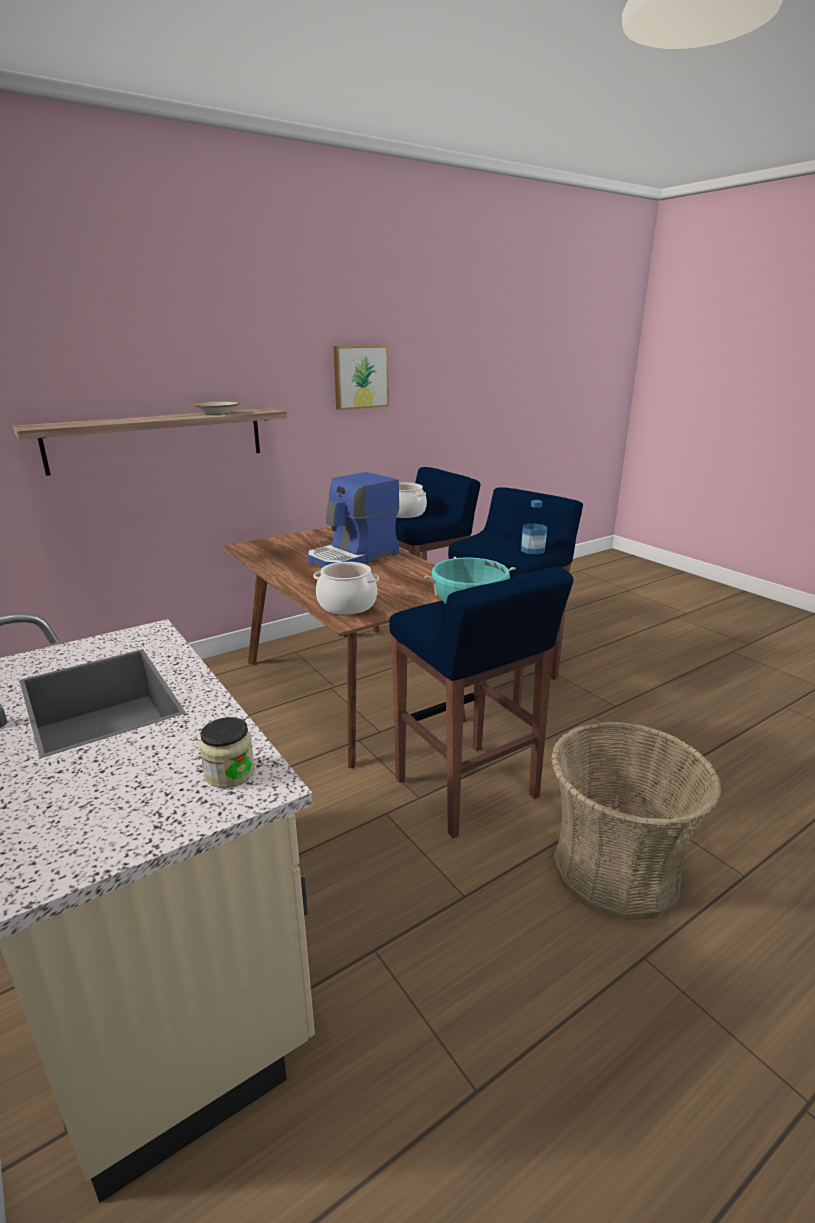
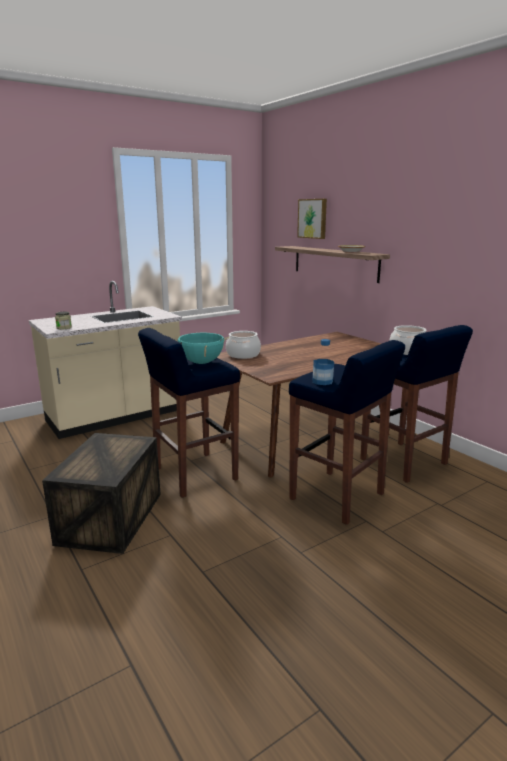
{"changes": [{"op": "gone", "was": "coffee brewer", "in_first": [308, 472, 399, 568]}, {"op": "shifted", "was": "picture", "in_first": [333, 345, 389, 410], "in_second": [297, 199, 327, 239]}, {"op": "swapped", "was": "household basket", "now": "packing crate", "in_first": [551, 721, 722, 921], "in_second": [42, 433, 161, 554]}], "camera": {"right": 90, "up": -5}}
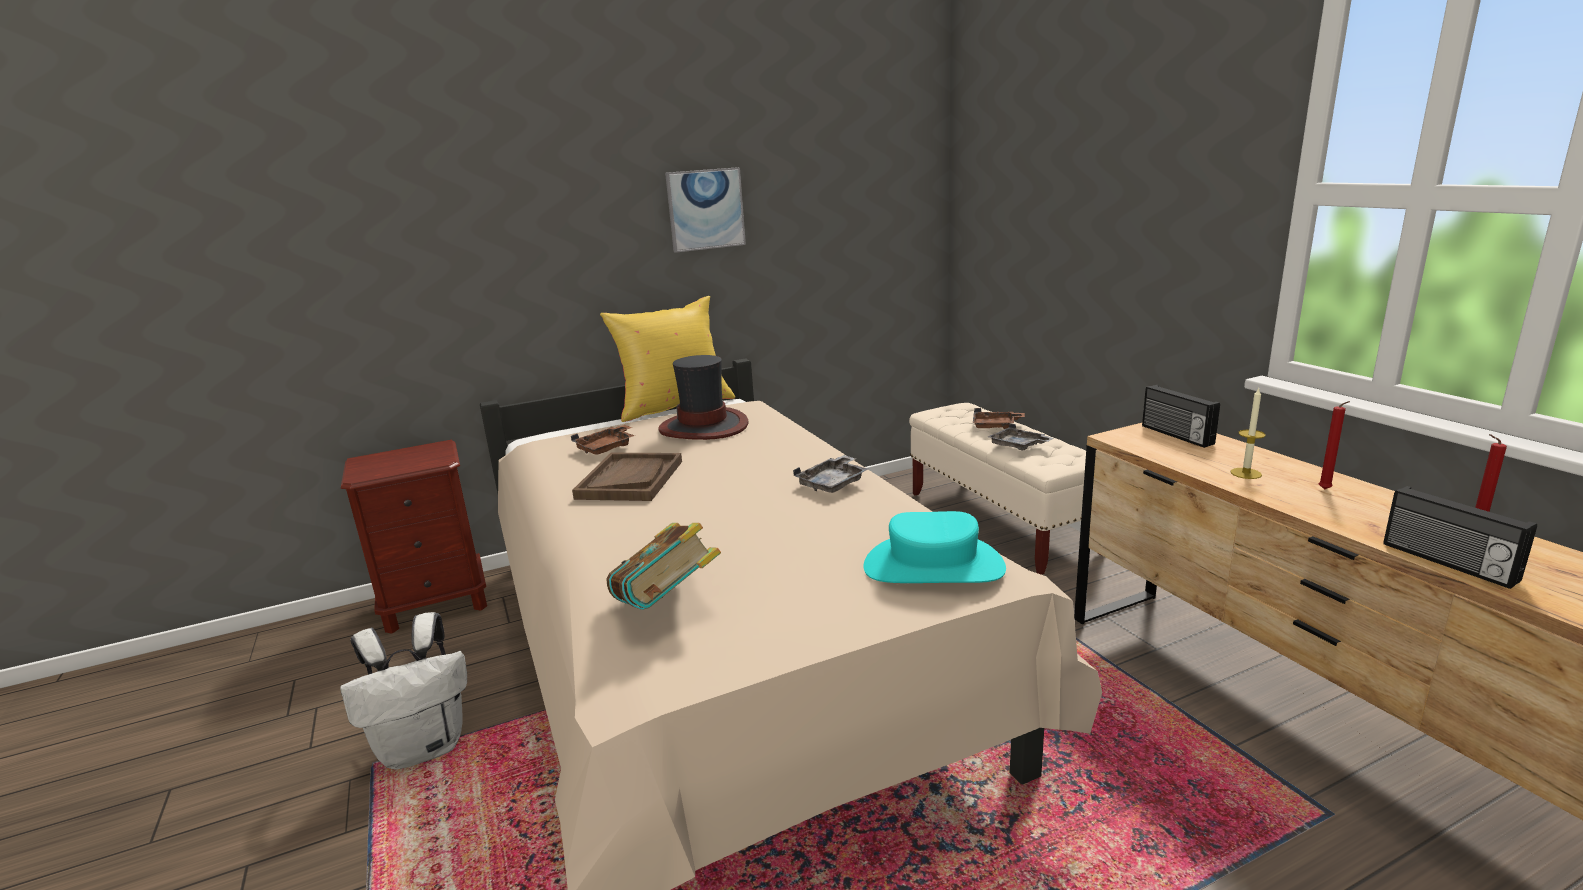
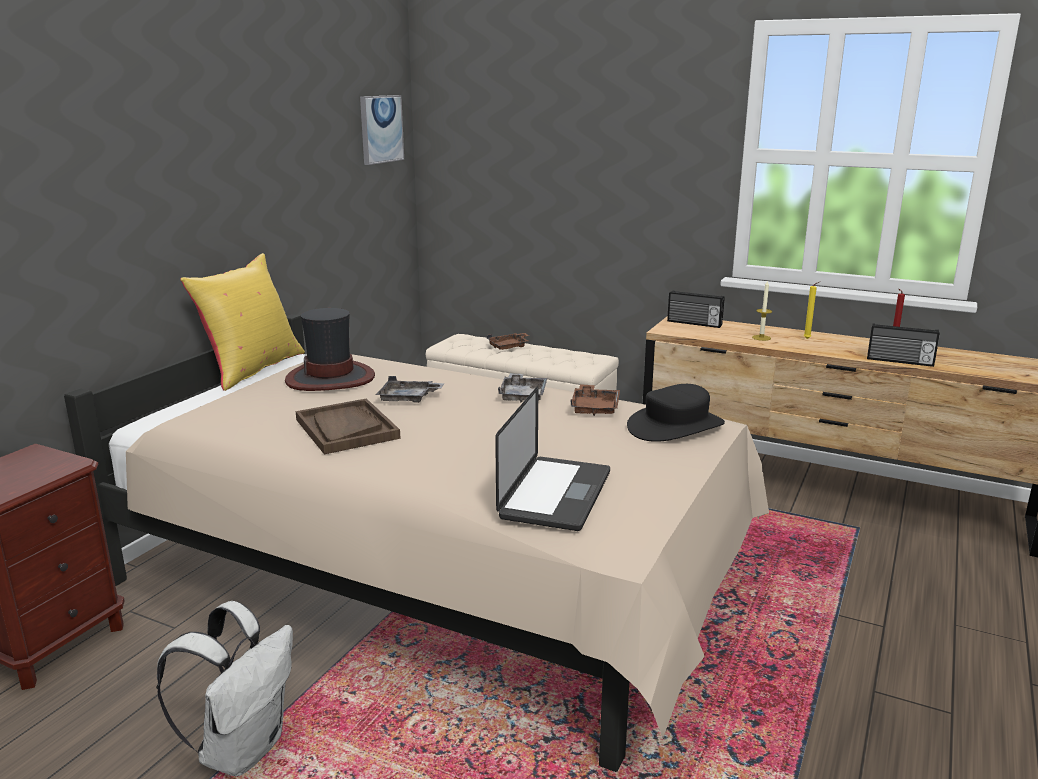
{"changes": [{"op": "shifted", "was": "serving tray (brown)", "in_first": [571, 425, 635, 455], "in_second": [570, 384, 620, 416]}, {"op": "shifted", "was": "picture", "in_first": [665, 167, 746, 253], "in_second": [360, 95, 404, 165]}, {"op": "shifted", "was": "serving tray (grey)", "in_first": [988, 424, 1054, 451], "in_second": [376, 376, 444, 403]}, {"op": "swapped", "was": "bound book", "now": "laptop", "in_first": [606, 523, 721, 610], "in_second": [495, 386, 610, 531]}, {"op": "repainted", "was": "clothing hat (turquoise-coloured)", "now": "clothing hat (black)", "in_first": [863, 511, 1006, 583], "in_second": [627, 384, 725, 442]}, {"op": "repainted", "was": "wax candle (red)", "now": "wax candle (yellow)", "in_first": [1319, 401, 1350, 490], "in_second": [804, 282, 819, 339]}], "camera": {"right": -40, "up": 0}}
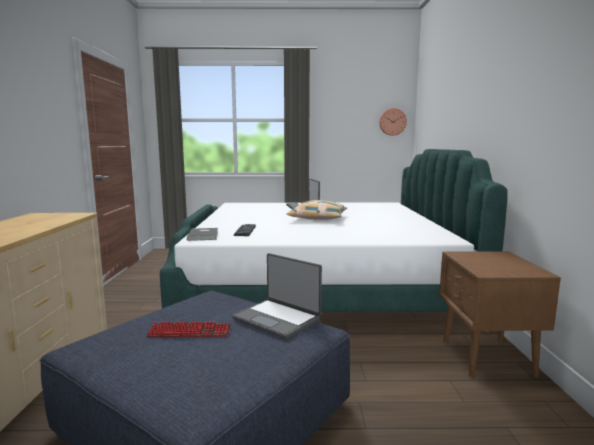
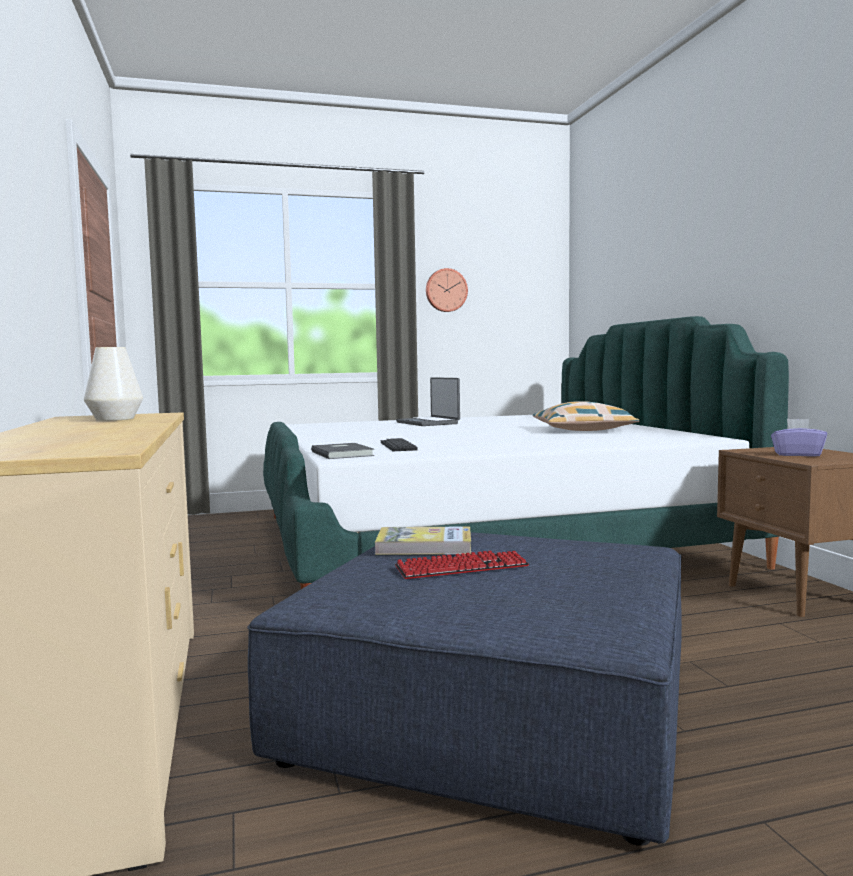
{"changes": [{"op": "gone", "was": "laptop", "in_first": [232, 253, 322, 340]}, {"op": "new", "now": "flower vase (white)", "in_second": [84, 347, 143, 421]}, {"op": "new", "now": "bound book", "in_second": [375, 526, 471, 555]}, {"op": "new", "now": "tissue box (purplish)", "in_second": [771, 419, 827, 457]}, {"op": "shifted", "was": "pillow", "in_first": [286, 200, 347, 220], "in_second": [533, 401, 639, 431]}, {"op": "shifted", "was": "clock on the wall", "in_first": [380, 108, 407, 136], "in_second": [426, 268, 468, 312]}], "camera": {"right": -15, "up": -5}}
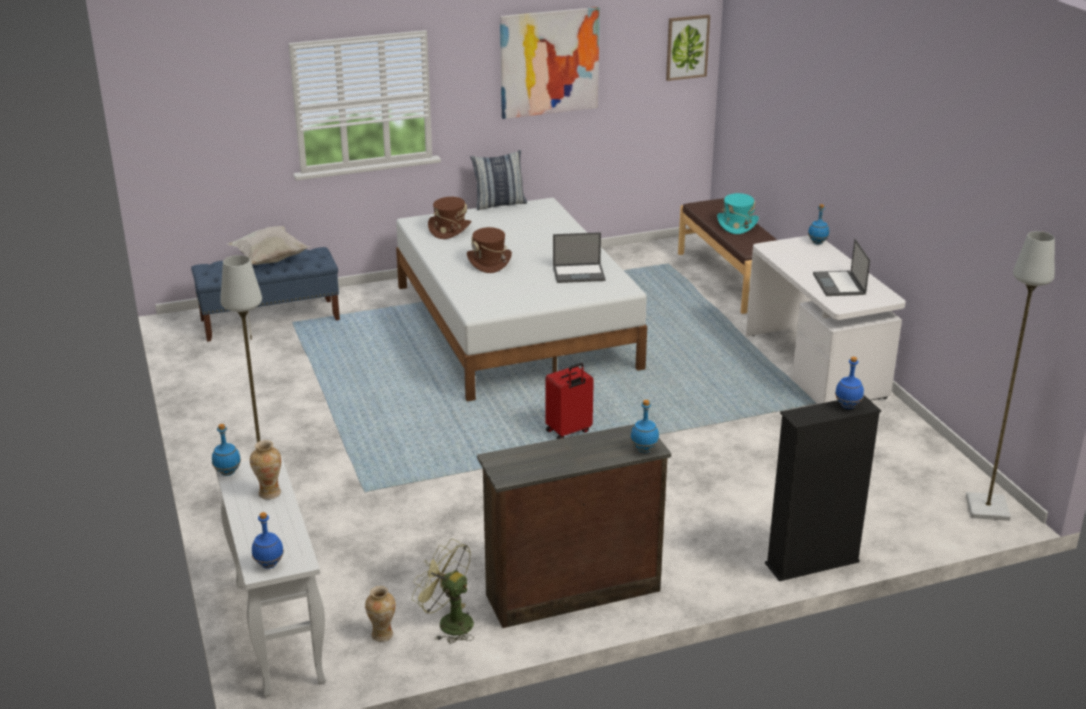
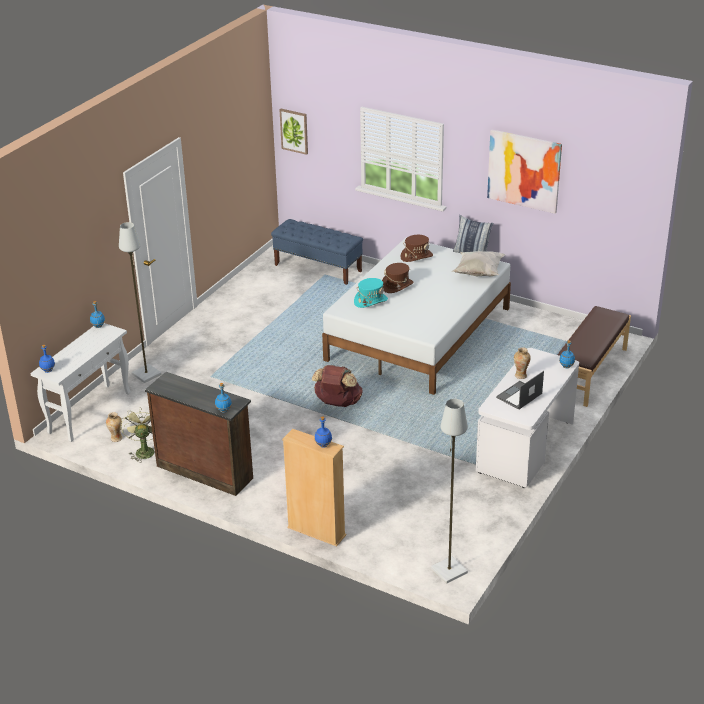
{"changes": [{"op": "gone", "was": "laptop", "in_first": [553, 232, 605, 283]}, {"op": "shifted", "was": "pillow (white)", "in_first": [227, 226, 311, 265], "in_second": [451, 251, 506, 277]}, {"op": "shifted", "was": "flower vase", "in_first": [250, 440, 281, 499], "in_second": [514, 347, 531, 379]}, {"op": "shifted", "was": "picture", "in_first": [666, 15, 710, 81], "in_second": [279, 109, 308, 155]}, {"op": "shifted", "was": "clothing hat (turquoise-coloured)", "in_first": [717, 193, 759, 234], "in_second": [354, 278, 388, 308]}, {"op": "swapped", "was": "travel case (red)", "now": "backpack (brown)", "in_first": [546, 363, 594, 439], "in_second": [312, 365, 363, 407]}, {"op": "repainted", "was": "bookshelf (black)", "now": "bookshelf (sand-coloured)", "in_first": [765, 395, 881, 581], "in_second": [282, 429, 346, 546]}], "camera": {"right": 50, "up": 5}}
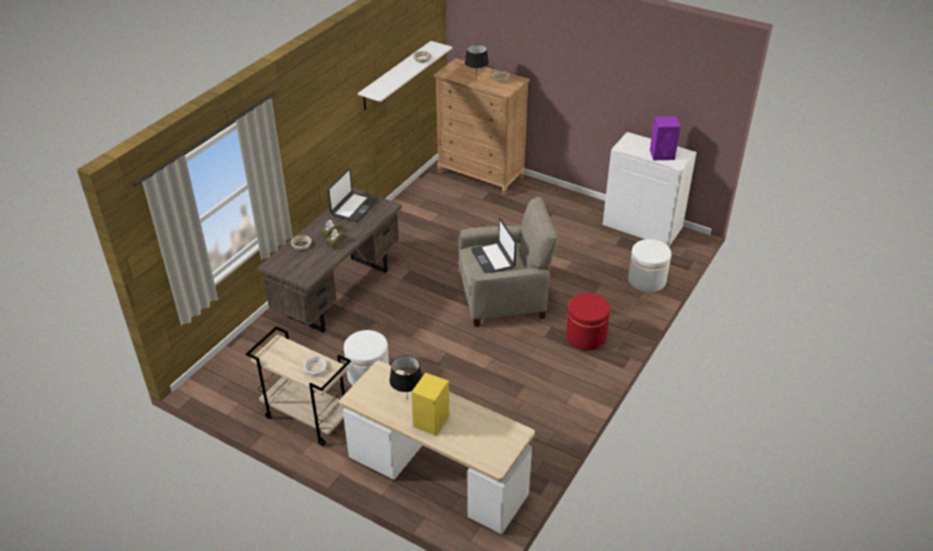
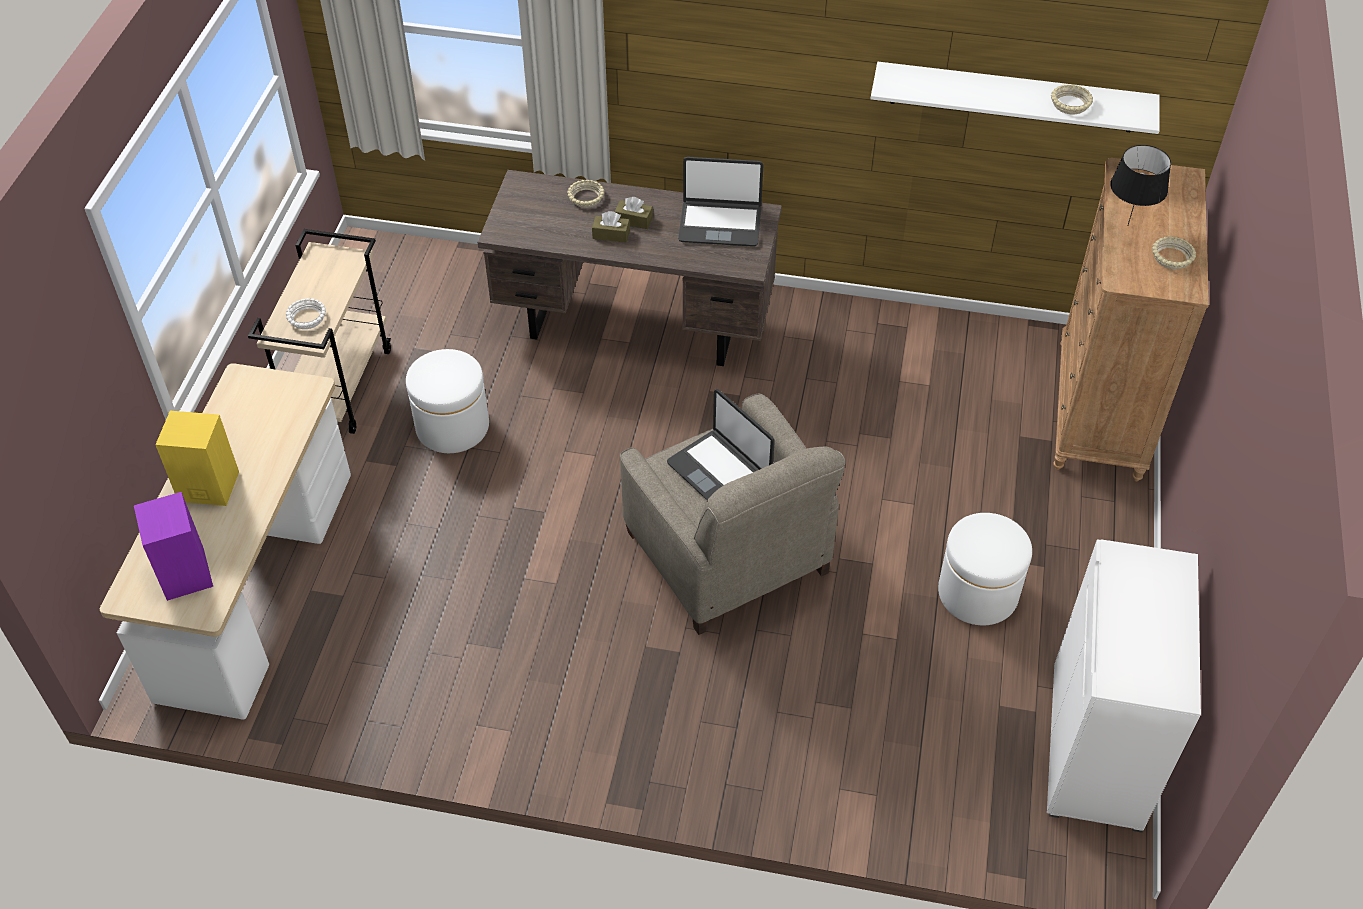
{"changes": [{"op": "gone", "was": "lamp for a table (black)", "in_first": [389, 355, 423, 401]}, {"op": "gone", "was": "pouffe (red)", "in_first": [566, 293, 610, 350]}, {"op": "shifted", "was": "pouffe (white)", "in_first": [628, 239, 671, 292], "in_second": [938, 513, 1032, 625]}, {"op": "shifted", "was": "speaker (purplish)", "in_first": [650, 116, 680, 160], "in_second": [134, 492, 213, 601]}, {"op": "rotated", "was": "laptop", "in_first": [471, 218, 516, 273], "in_second": [667, 389, 775, 500], "clockwise": -90}], "camera": {"right": 70, "up": 10}}
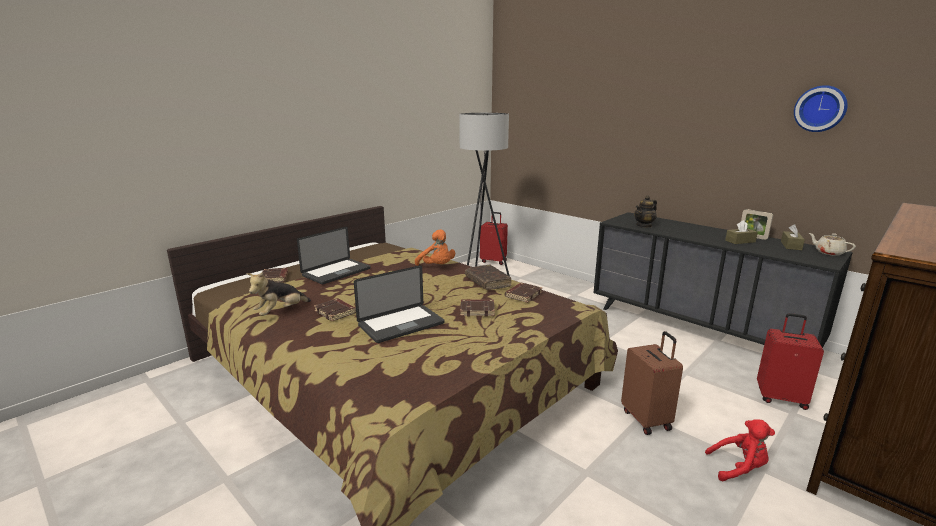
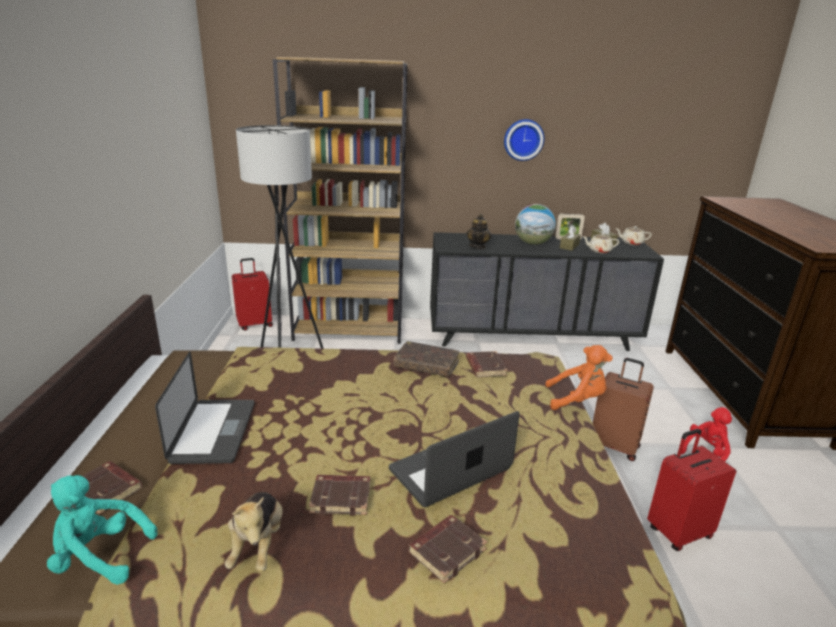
{"changes": [{"op": "new", "now": "plush toy (turquoise-coloured)", "in_second": [47, 475, 158, 585]}, {"op": "new", "now": "bookshelf (brown)", "in_second": [273, 57, 407, 344]}, {"op": "new", "now": "globe", "in_second": [515, 204, 556, 245]}, {"op": "new", "now": "pot for tea (sand-coloured)", "in_second": [582, 233, 619, 253]}, {"op": "shifted", "was": "plush toy (orange)", "in_first": [415, 229, 455, 266], "in_second": [545, 345, 613, 410]}, {"op": "shifted", "was": "bound book (brown)", "in_first": [460, 299, 495, 317], "in_second": [408, 515, 487, 583]}, {"op": "shifted", "was": "travel case (red)", "in_first": [757, 313, 824, 410], "in_second": [647, 429, 736, 551]}, {"op": "shifted", "was": "clock on the wall", "in_first": [794, 85, 848, 132], "in_second": [504, 119, 544, 161]}, {"op": "rotated", "was": "laptop", "in_first": [354, 265, 445, 343], "in_second": [389, 411, 520, 507], "clockwise": -135}], "camera": {"right": -45, "up": 5}}
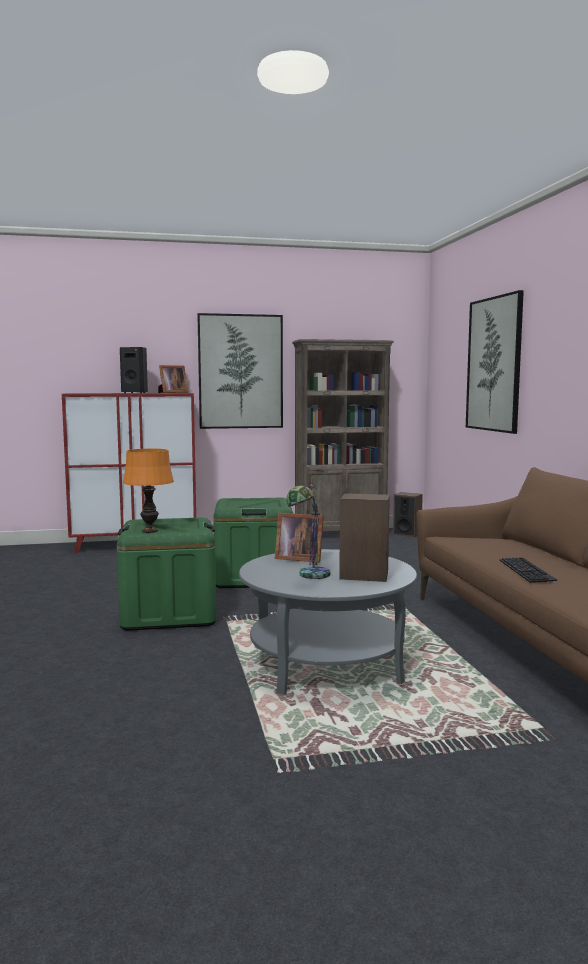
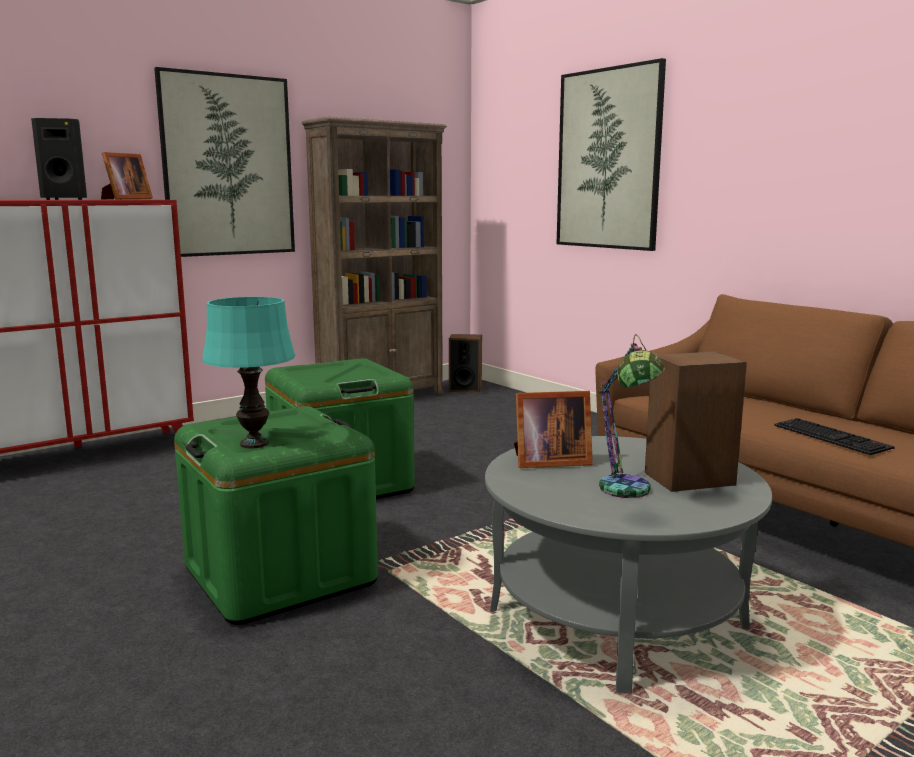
{"changes": [{"op": "repainted", "was": "lamp for a table (orange)", "now": "lamp for a table (turquoise-coloured)", "in_first": [123, 449, 174, 533], "in_second": [202, 297, 295, 448]}], "camera": {"right": -25, "up": 5}}
